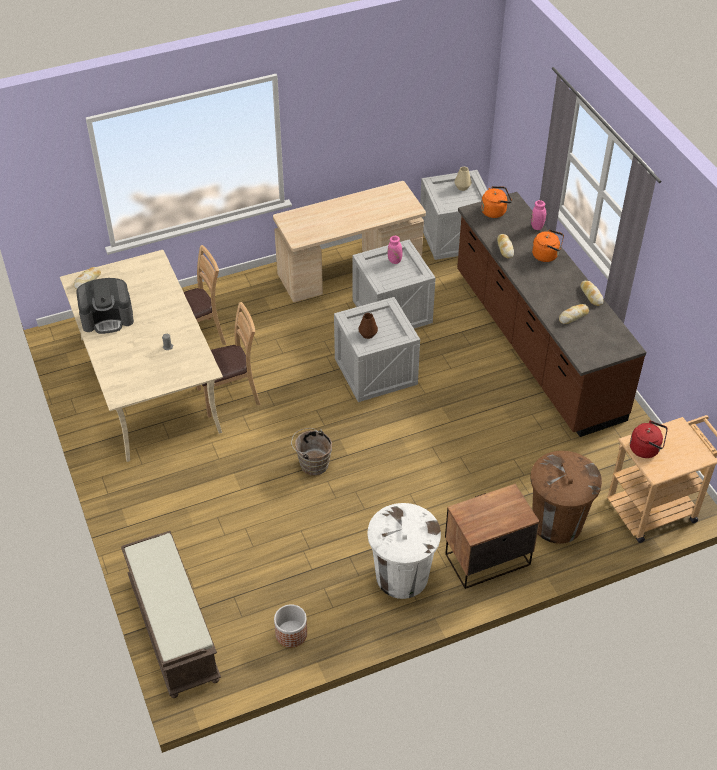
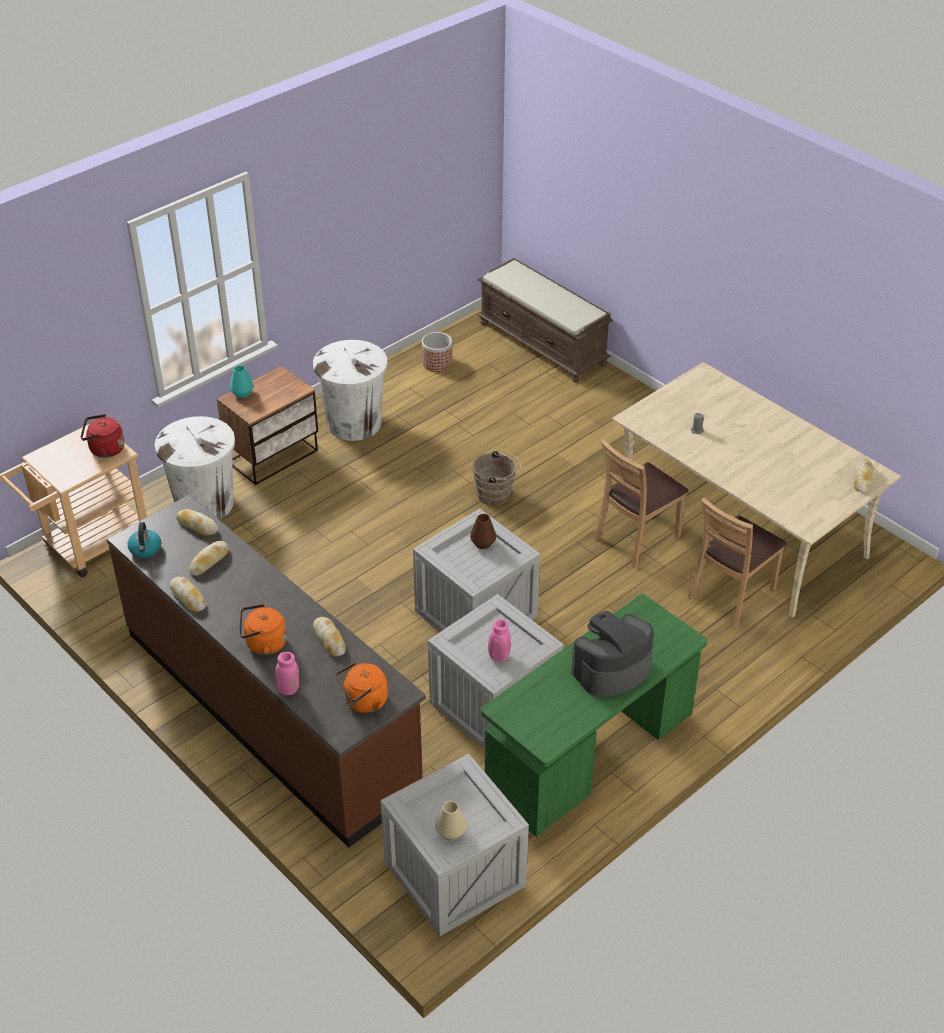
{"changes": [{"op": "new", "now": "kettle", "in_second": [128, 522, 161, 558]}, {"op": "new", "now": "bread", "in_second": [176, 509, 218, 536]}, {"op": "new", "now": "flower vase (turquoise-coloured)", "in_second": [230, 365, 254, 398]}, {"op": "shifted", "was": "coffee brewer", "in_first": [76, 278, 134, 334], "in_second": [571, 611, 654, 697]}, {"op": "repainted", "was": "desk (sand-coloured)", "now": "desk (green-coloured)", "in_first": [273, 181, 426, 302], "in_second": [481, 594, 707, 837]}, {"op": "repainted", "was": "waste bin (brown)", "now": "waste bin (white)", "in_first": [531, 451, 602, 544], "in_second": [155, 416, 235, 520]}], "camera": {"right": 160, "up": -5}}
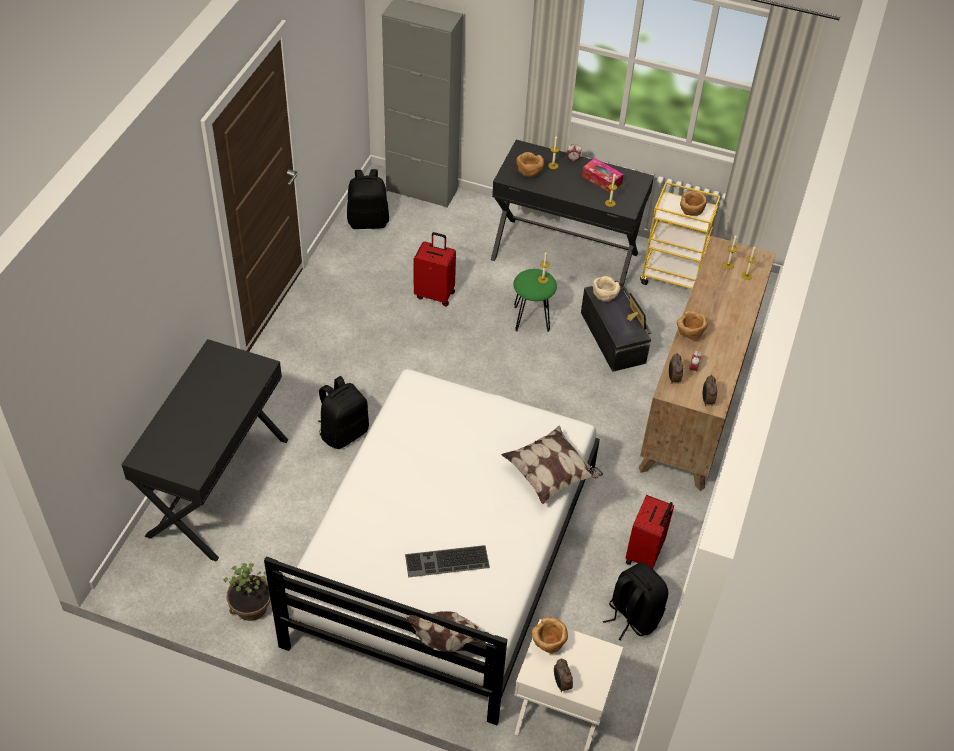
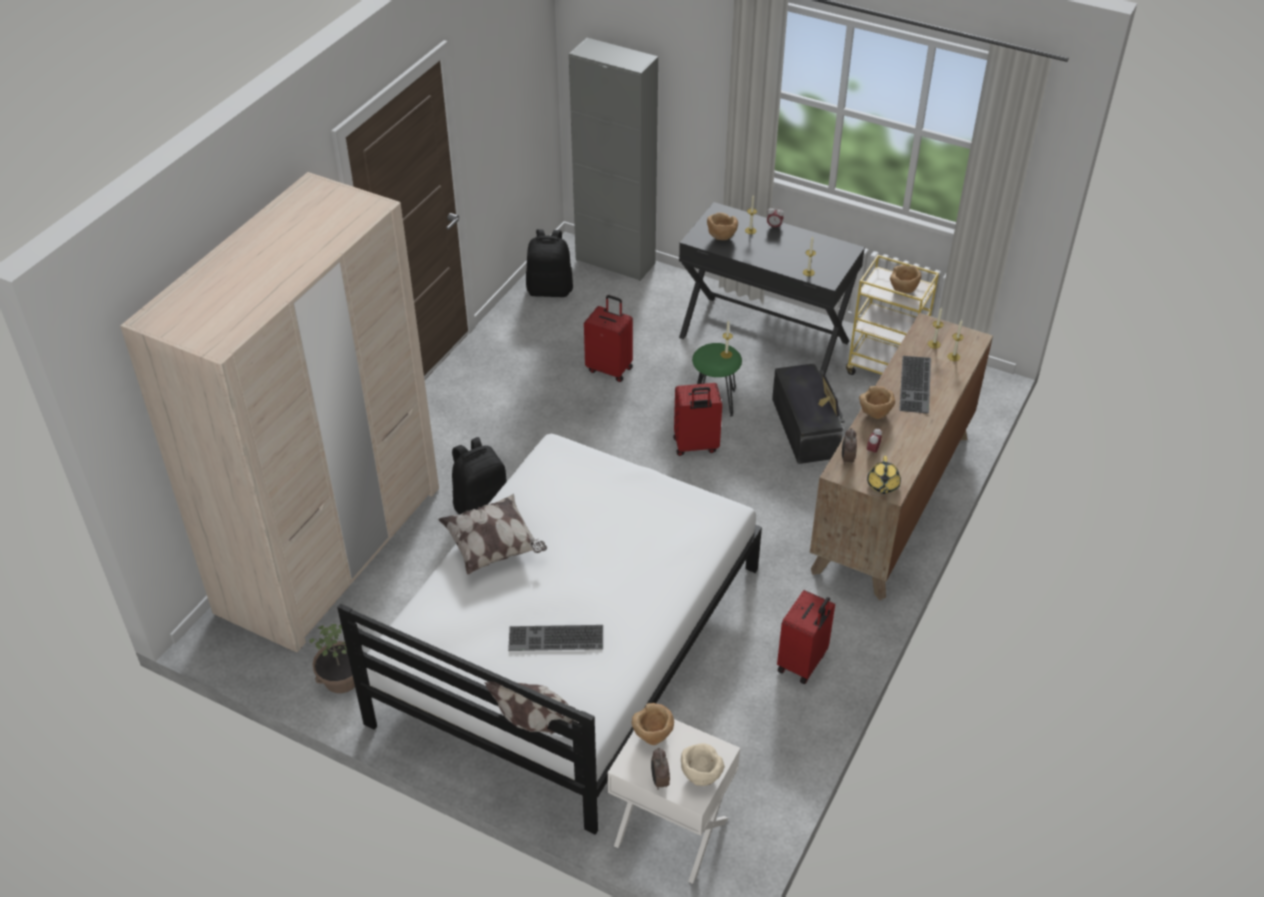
{"changes": [{"op": "gone", "was": "tissue box", "in_first": [582, 158, 624, 193]}, {"op": "gone", "was": "backpack (black)", "in_first": [603, 562, 668, 640]}, {"op": "new", "now": "travel case (red)", "in_second": [673, 383, 722, 456]}, {"op": "new", "now": "computer keyboard", "in_second": [899, 356, 931, 414]}, {"op": "shifted", "was": "pillow", "in_first": [501, 426, 603, 504], "in_second": [438, 494, 547, 575]}, {"op": "shifted", "was": "deep dish (sand-coloured)", "in_first": [593, 276, 621, 302], "in_second": [681, 743, 725, 786]}, {"op": "swapped", "was": "desk (black)", "now": "wardrobe (sand-coloured)", "in_first": [121, 339, 288, 562], "in_second": [120, 172, 439, 652]}, {"op": "swapped", "was": "alarm clock", "now": "pot for tea (yellow)", "in_first": [703, 375, 717, 406], "in_second": [867, 456, 901, 494]}], "camera": {"right": 10, "up": -5}}
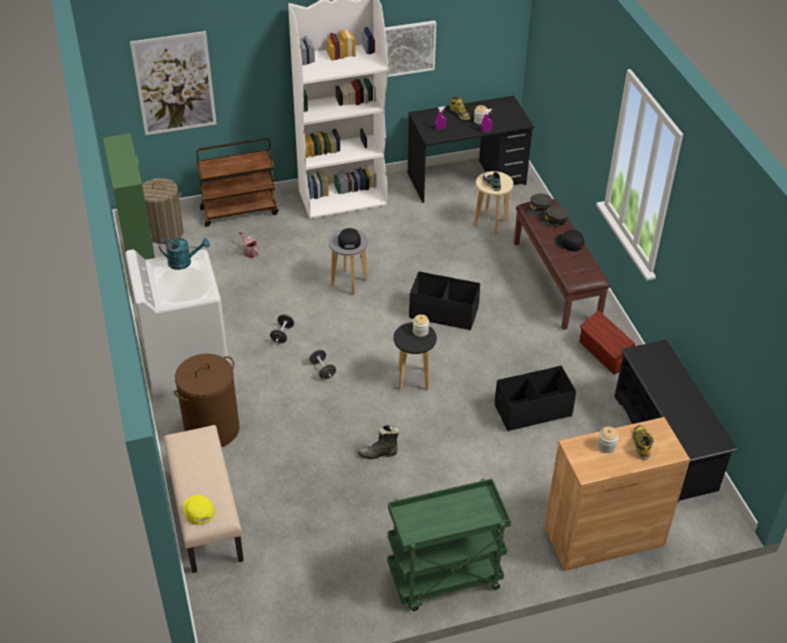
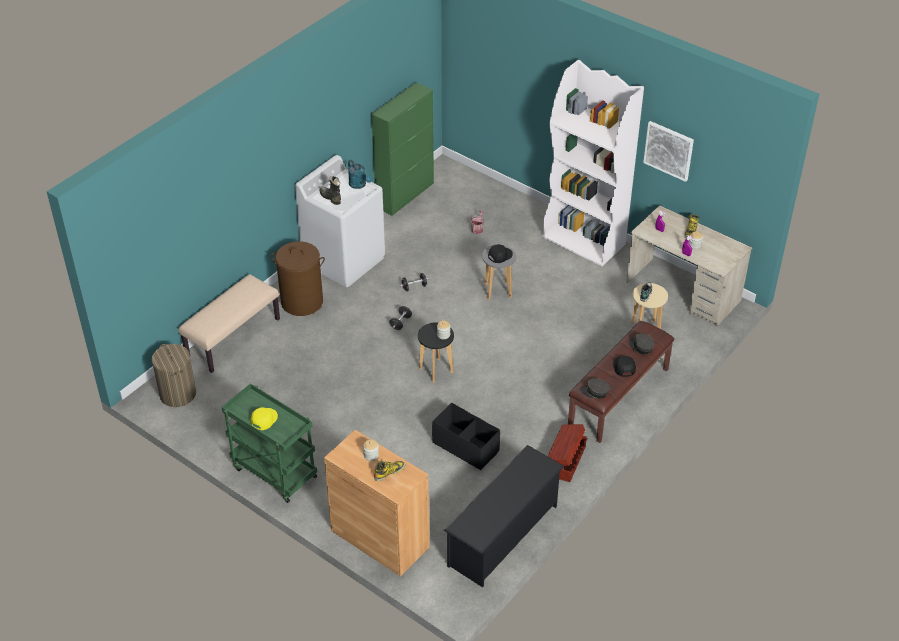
{"changes": [{"op": "gone", "was": "picture", "in_first": [130, 31, 217, 135]}, {"op": "gone", "was": "trolley (brown)", "in_first": [196, 138, 278, 227]}, {"op": "gone", "was": "storage bin (black)", "in_first": [409, 271, 480, 330]}, {"op": "shifted", "was": "laundry basket", "in_first": [142, 178, 184, 244], "in_second": [152, 344, 196, 407]}, {"op": "shifted", "was": "baseball cap (yellow)", "in_first": [183, 495, 214, 525], "in_second": [251, 407, 278, 430]}, {"op": "shifted", "was": "tall boot (black)", "in_first": [357, 425, 399, 459], "in_second": [320, 176, 341, 205]}, {"op": "shifted", "was": "baseball cap (grey)", "in_first": [525, 193, 552, 216], "in_second": [580, 378, 610, 399]}, {"op": "repainted", "was": "desk (black)", "now": "desk (sand-coloured)", "in_first": [408, 96, 534, 203], "in_second": [626, 205, 752, 327]}], "camera": {"right": 55, "up": 0}}
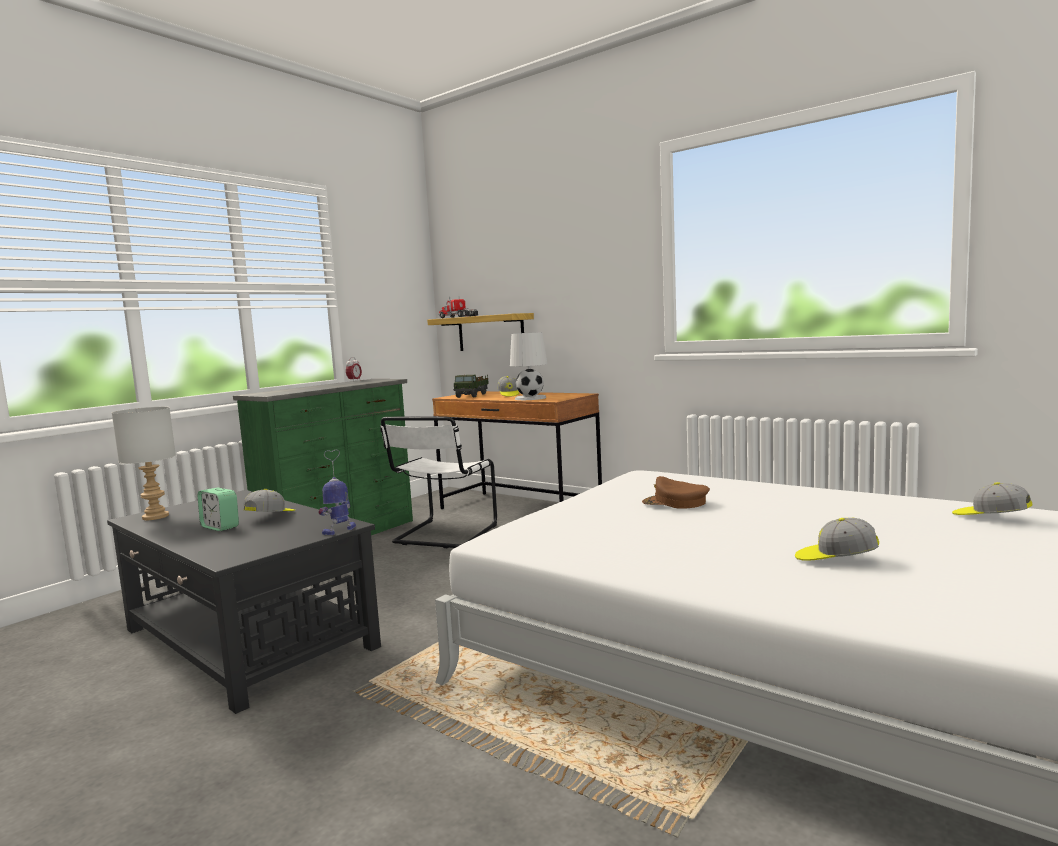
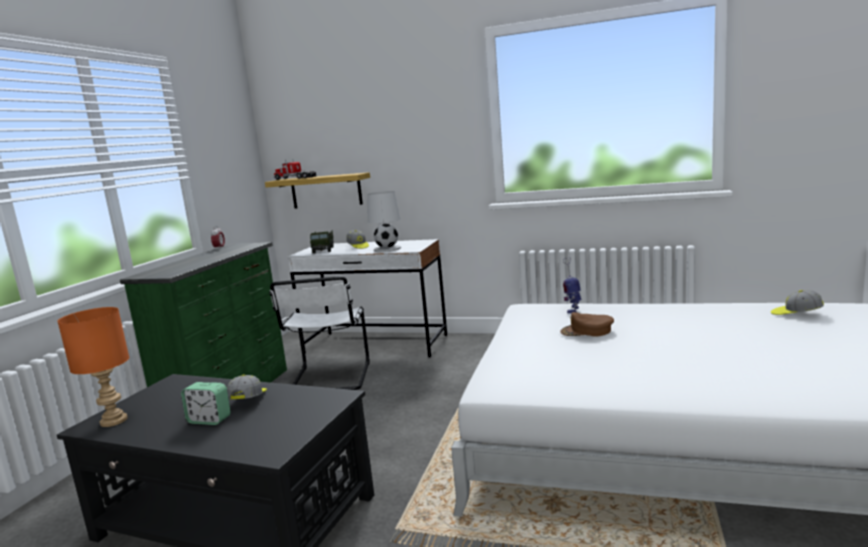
{"changes": [{"op": "gone", "was": "baseball cap", "in_first": [795, 518, 879, 561]}, {"op": "shifted", "was": "toy robot", "in_first": [319, 449, 356, 535], "in_second": [563, 257, 581, 314]}, {"op": "repainted", "was": "lamp for a table (grey)", "now": "lamp for a table (orange)", "in_first": [112, 407, 176, 520], "in_second": [57, 307, 129, 427]}, {"op": "repainted", "was": "desk (brown)", "now": "desk (white)", "in_first": [432, 391, 602, 509], "in_second": [288, 239, 447, 358]}], "camera": {"right": -20, "up": 5}}
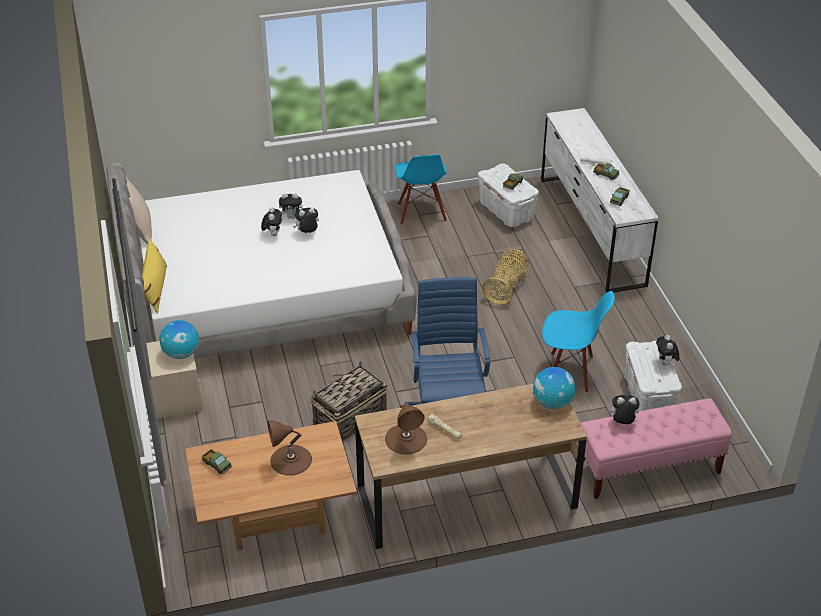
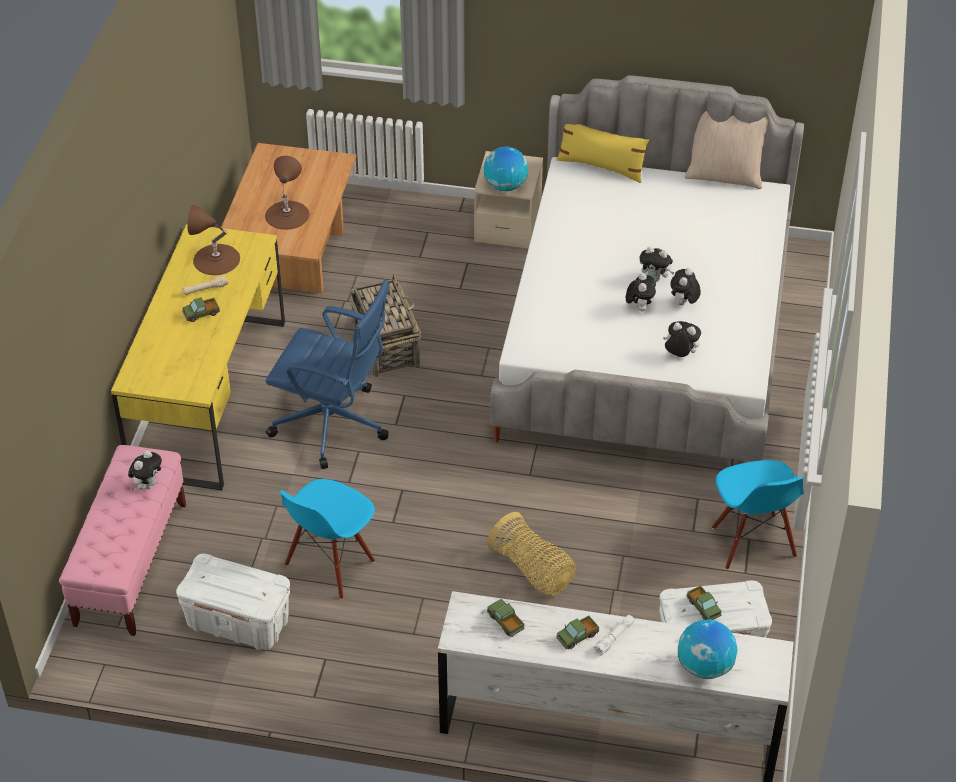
{"changes": [{"op": "shifted", "was": "toy truck", "in_first": [202, 449, 232, 474], "in_second": [182, 297, 220, 322]}, {"op": "shifted", "was": "globe", "in_first": [533, 367, 575, 409], "in_second": [678, 620, 737, 679]}, {"op": "shifted", "was": "plush toy", "in_first": [656, 335, 679, 366], "in_second": [663, 321, 701, 357]}, {"op": "repainted", "was": "desk (brown)", "now": "desk (yellow)", "in_first": [355, 384, 587, 549], "in_second": [111, 224, 285, 491]}, {"op": "rotated", "was": "upright chair (blue-coloured)", "in_first": [395, 154, 447, 225], "in_second": [712, 460, 804, 570], "clockwise": -120}], "camera": {"right": 115, "up": 5}}
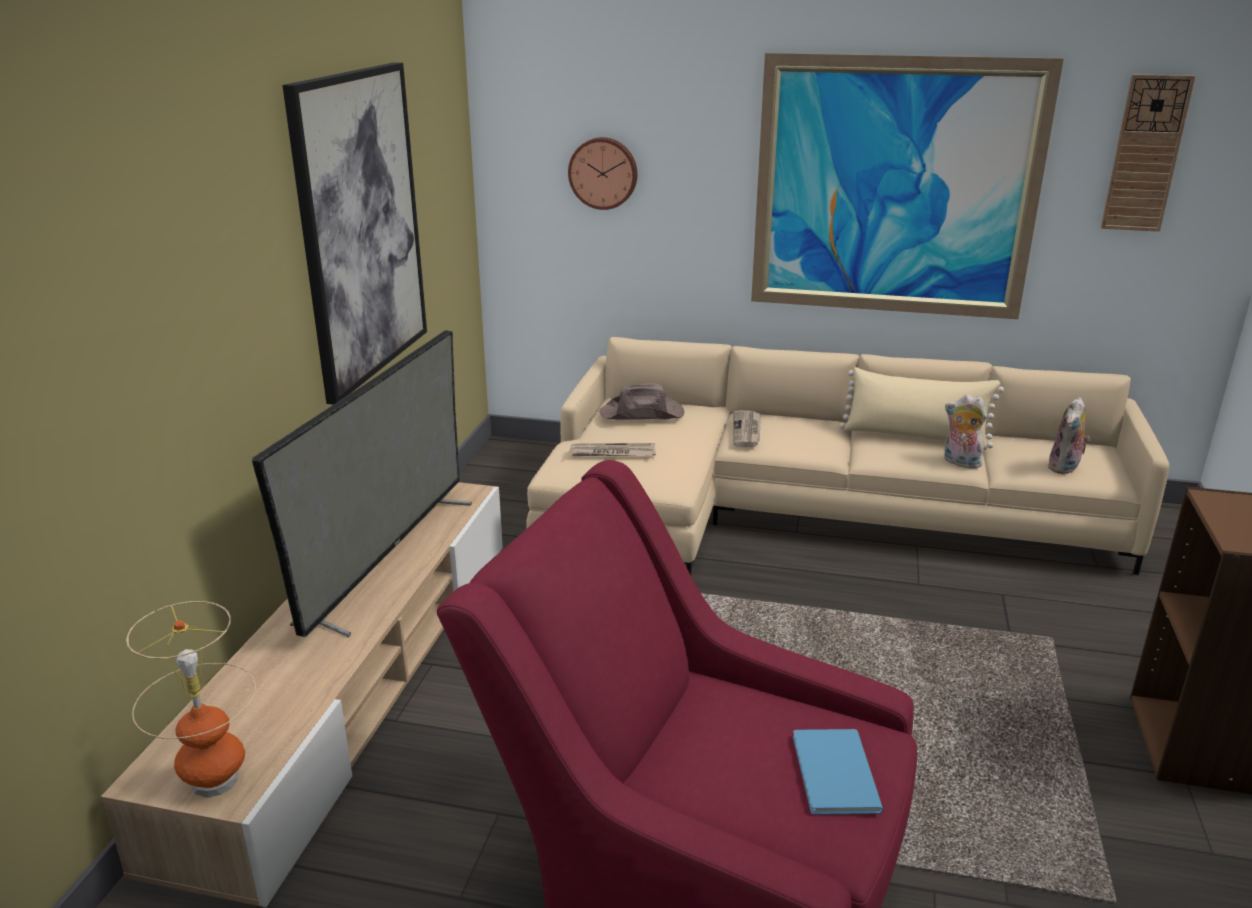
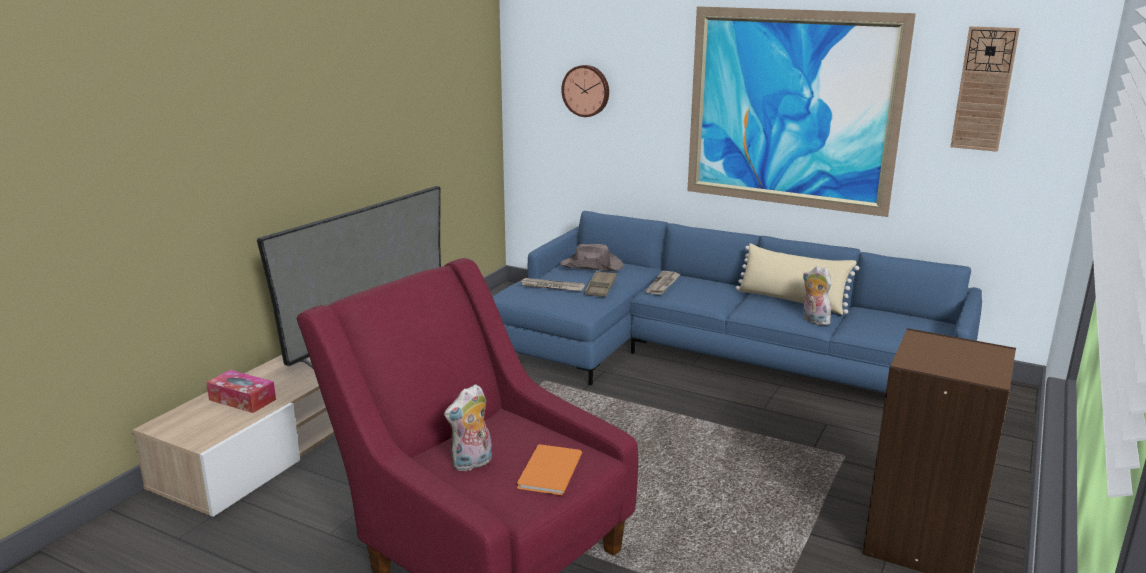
{"changes": [{"op": "gone", "was": "lamp for a table", "in_first": [126, 601, 256, 798]}, {"op": "gone", "was": "picture", "in_first": [282, 62, 427, 405]}, {"op": "new", "now": "tissue box", "in_second": [206, 370, 276, 413]}, {"op": "new", "now": "serving tray (brown)", "in_second": [584, 271, 617, 297]}, {"op": "shifted", "was": "plush toy", "in_first": [1048, 397, 1091, 474], "in_second": [444, 384, 492, 471]}, {"op": "repainted", "was": "sofa (sand-coloured)", "now": "sofa (blue-coloured)", "in_first": [526, 337, 1169, 575], "in_second": [493, 211, 982, 393]}, {"op": "repainted", "was": "bound book (blue-coloured)", "now": "bound book (orange)", "in_first": [793, 729, 883, 815], "in_second": [517, 444, 582, 495]}], "camera": {"right": 15, "up": -5}}
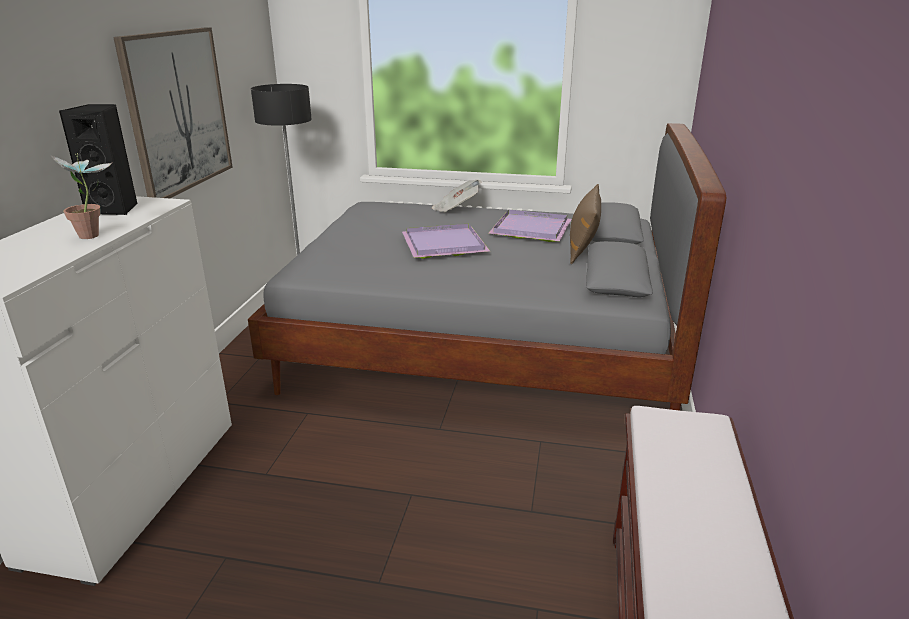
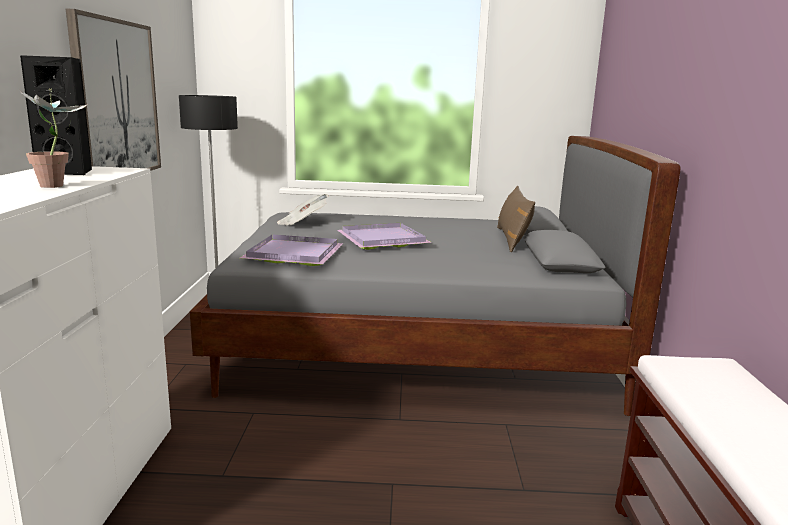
{"changes": [{"op": "shifted", "was": "newspaper", "in_first": [432, 180, 482, 213], "in_second": [277, 194, 329, 226]}, {"op": "shifted", "was": "serving tray (purplish)", "in_first": [488, 210, 571, 242], "in_second": [240, 235, 343, 266]}], "camera": {"right": -10, "up": -10}}
